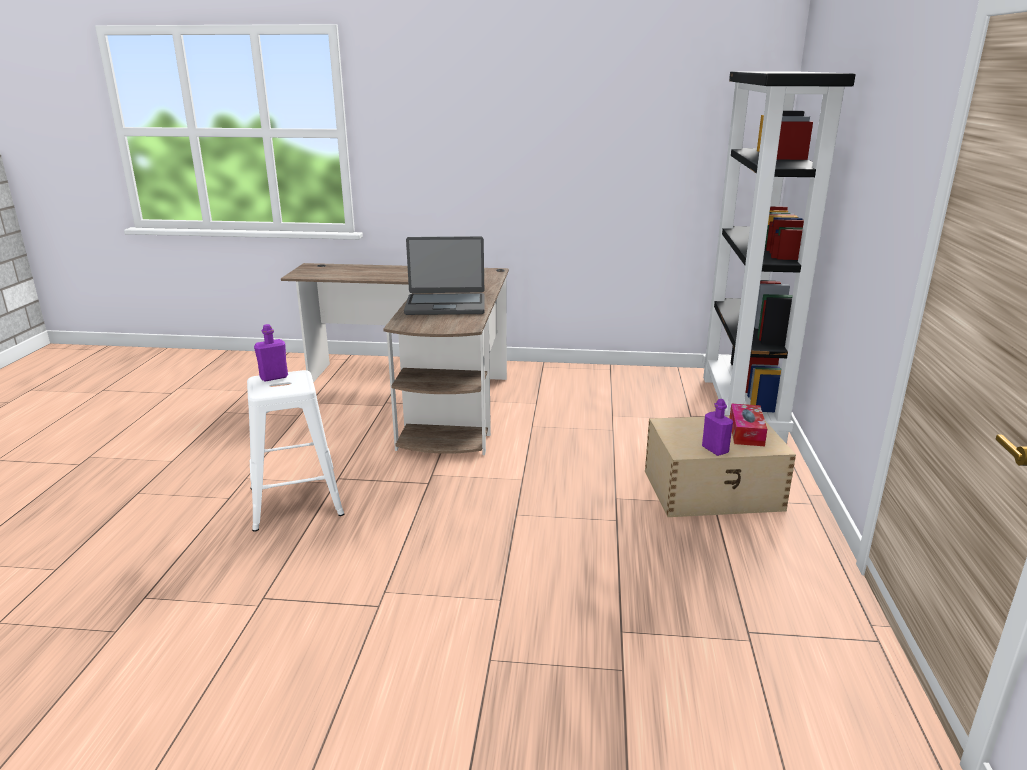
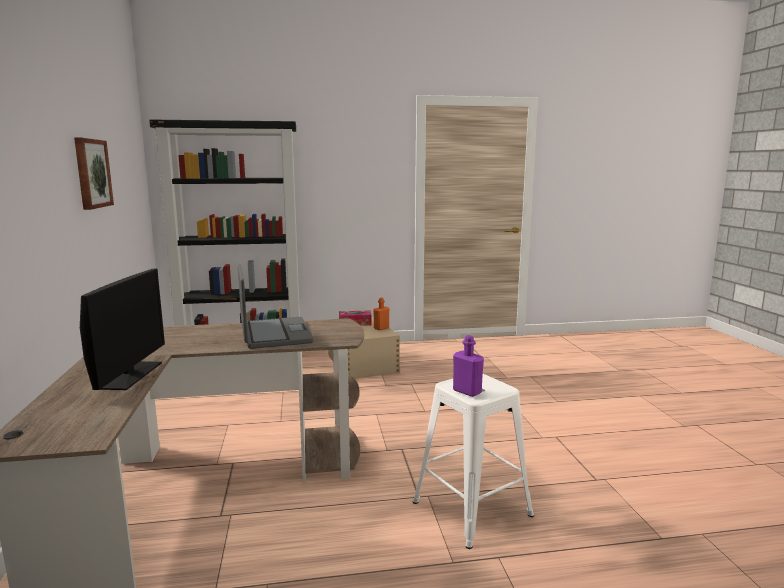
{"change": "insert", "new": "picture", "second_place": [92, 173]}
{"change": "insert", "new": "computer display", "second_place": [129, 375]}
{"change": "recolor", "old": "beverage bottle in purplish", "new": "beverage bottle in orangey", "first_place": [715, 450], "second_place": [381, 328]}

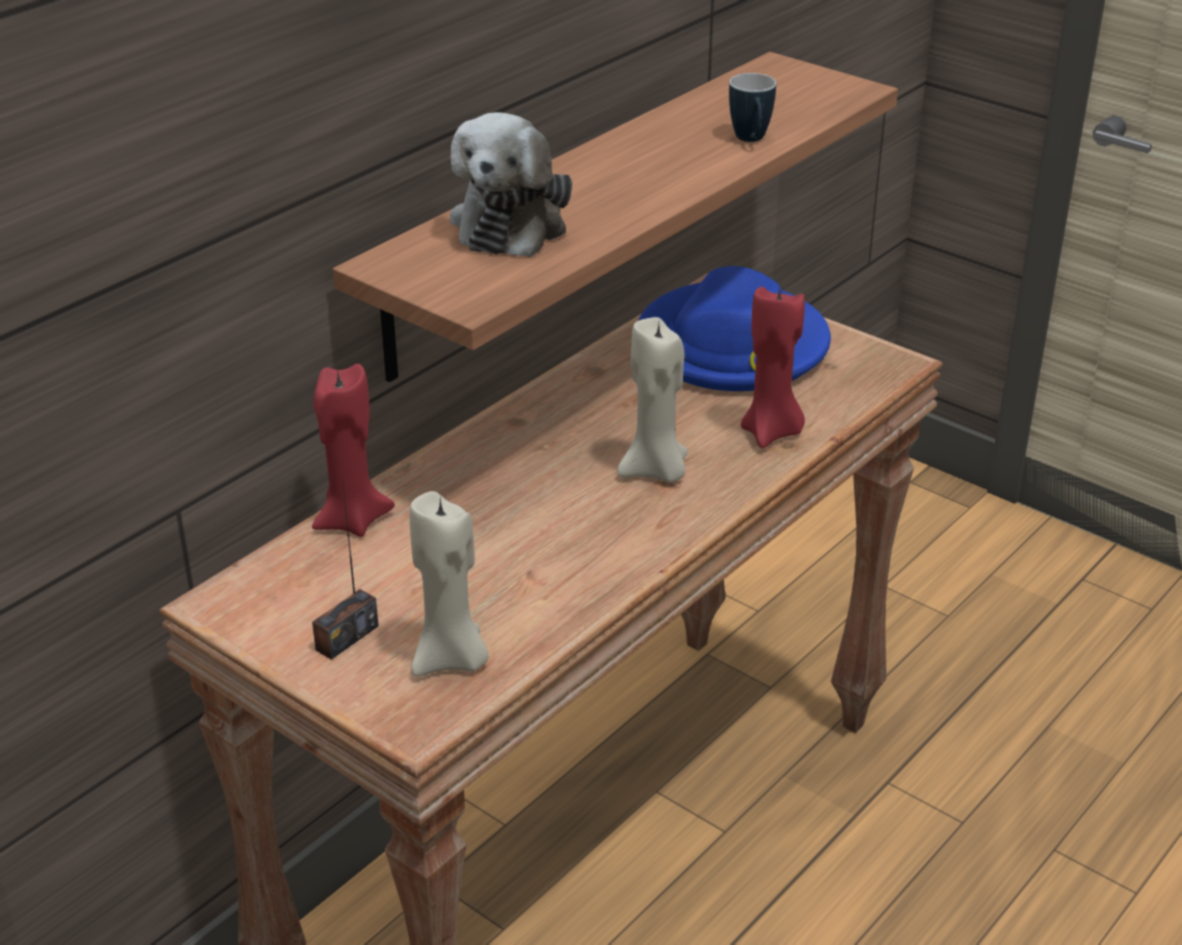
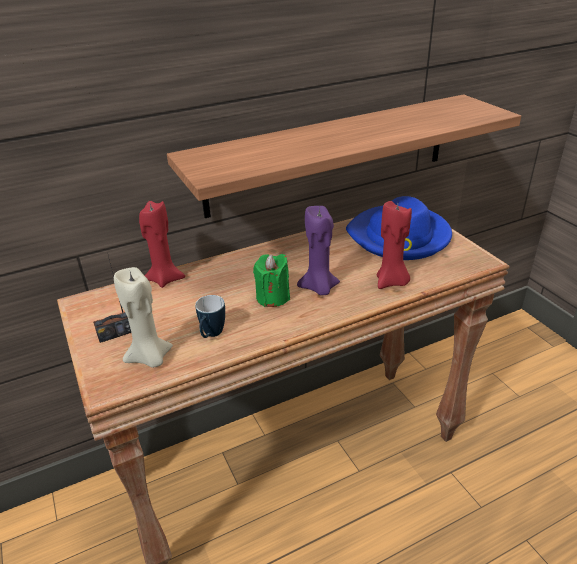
{"change": "move", "old": "mug", "first_place": [751, 141], "second_place": [211, 335]}
{"change": "insert", "new": "candle in green-coloured", "second_place": [273, 297]}
{"change": "recolor", "old": "candle in sand-coloured", "new": "candle in purplish", "first_place": [656, 471], "second_place": [319, 288]}
{"change": "delete", "old": "plush toy", "first_place": [512, 223]}

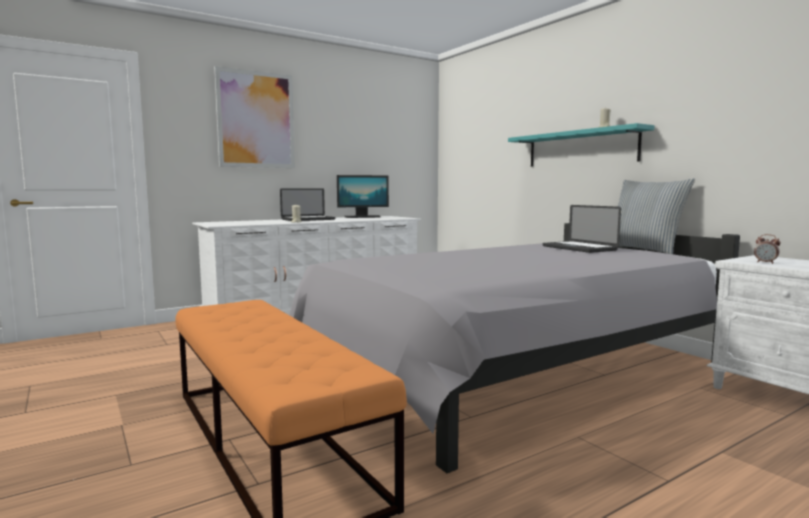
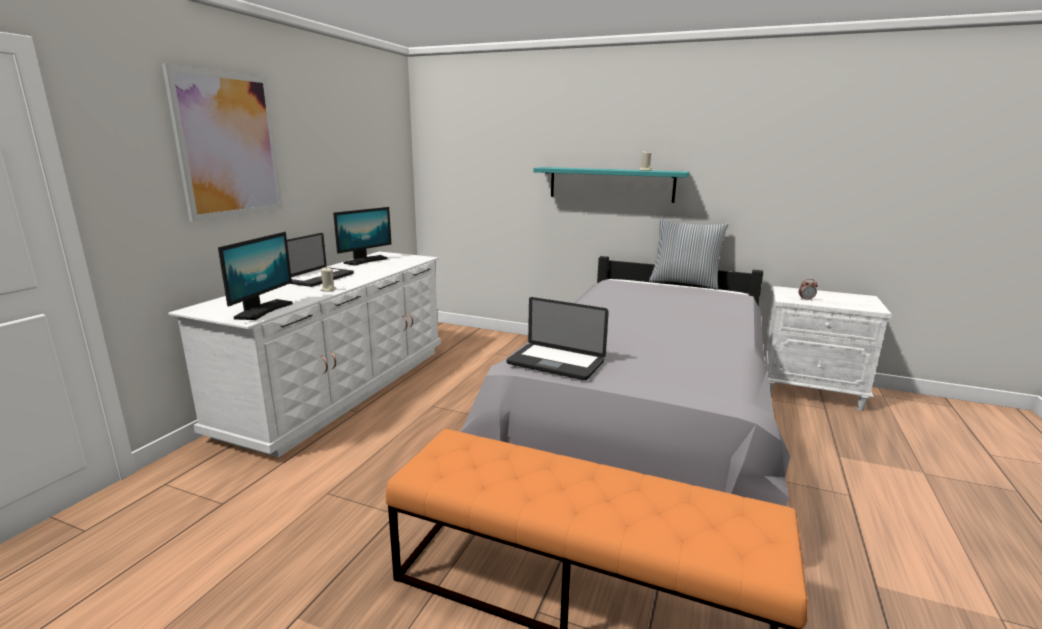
{"change": "insert", "new": "computer display", "second_place": [263, 310]}
{"change": "move", "old": "laptop", "first_place": [579, 248], "second_place": [555, 363]}

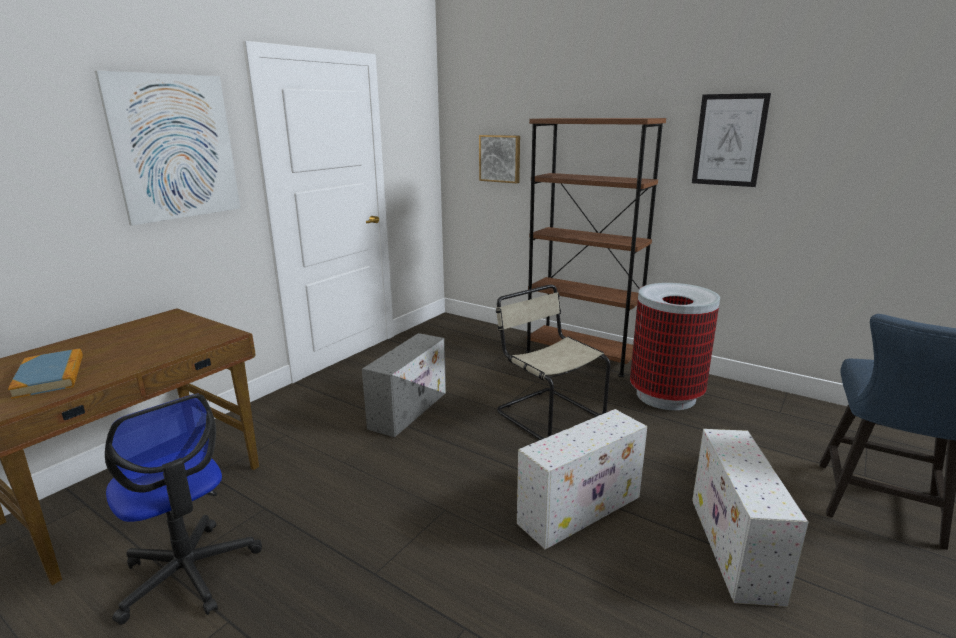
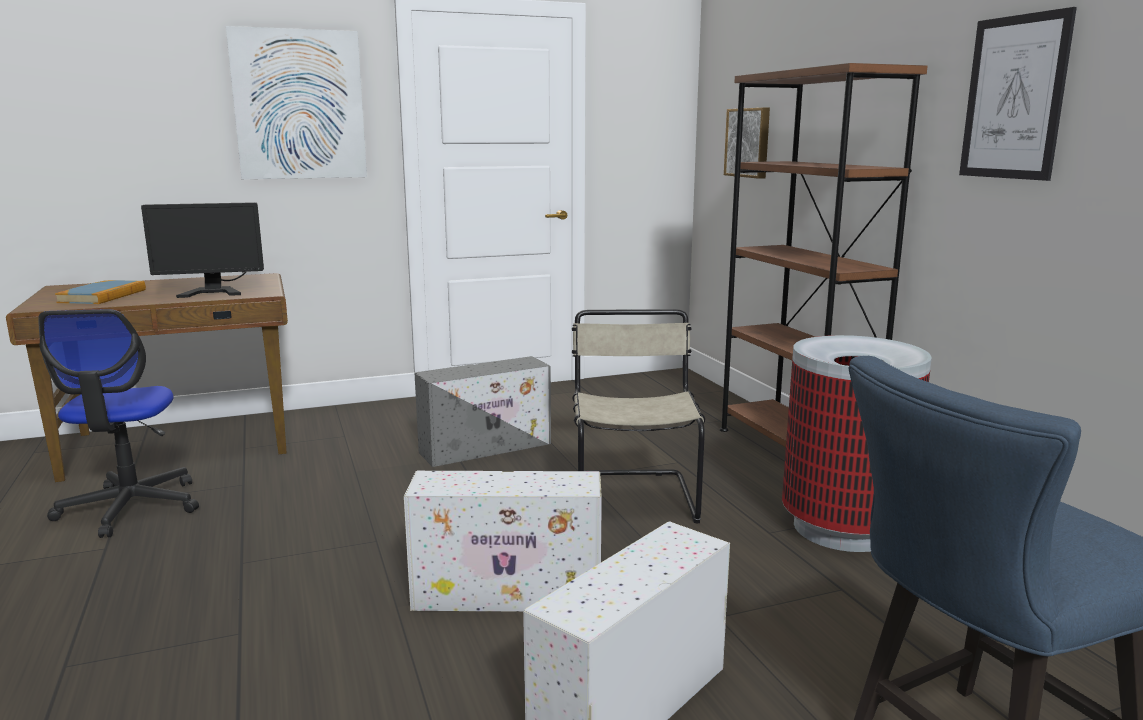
{"change": "insert", "new": "computer display", "second_place": [215, 290]}

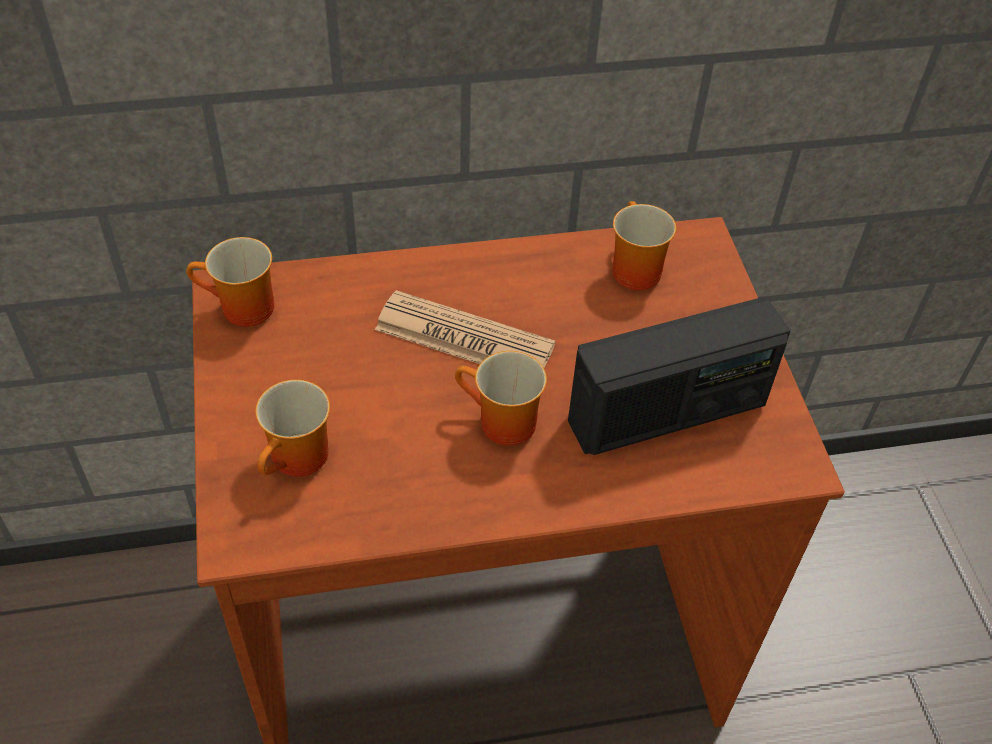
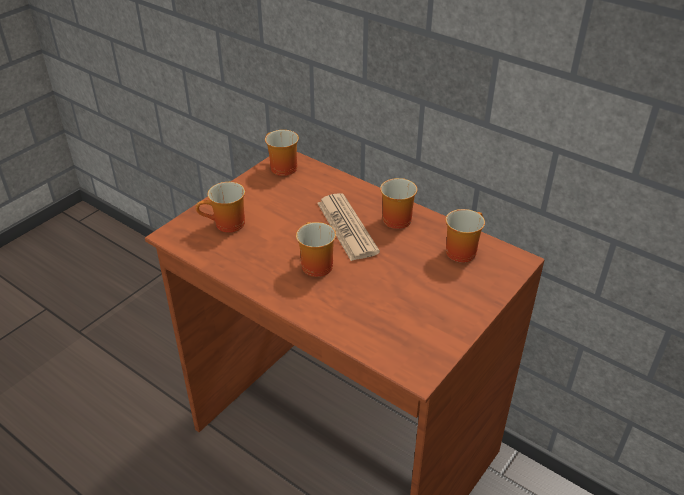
{"change": "insert", "new": "mug", "second_place": [395, 217]}
{"change": "delete", "old": "radio set", "first_place": [668, 412]}

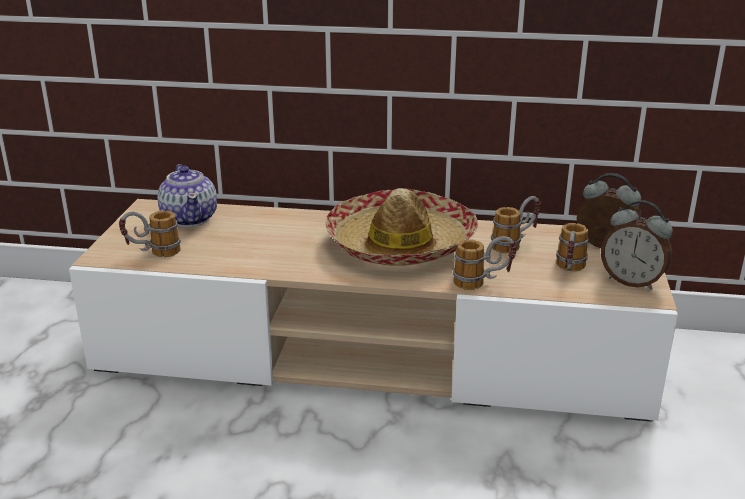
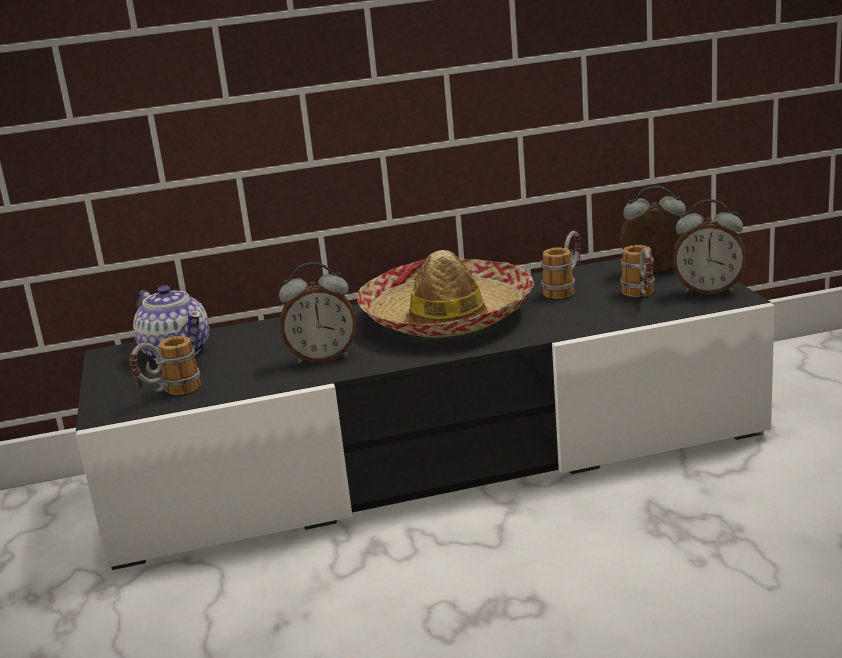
{"change": "recolor", "old": "media console in sand-coloured", "new": "media console in blackish", "first_place": [372, 352], "second_place": [433, 457]}
{"change": "insert", "new": "bedside clock", "second_place": [323, 357]}
{"change": "delete", "old": "mug", "first_place": [483, 283]}

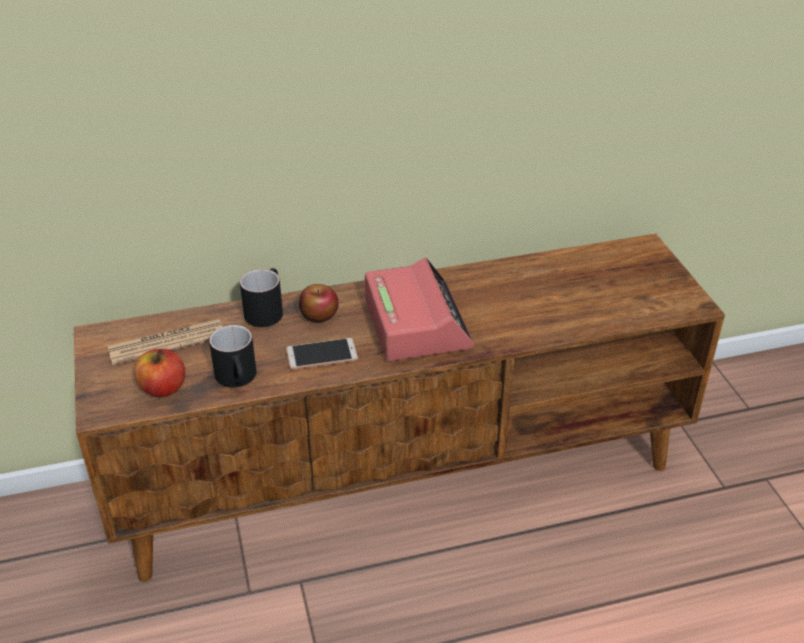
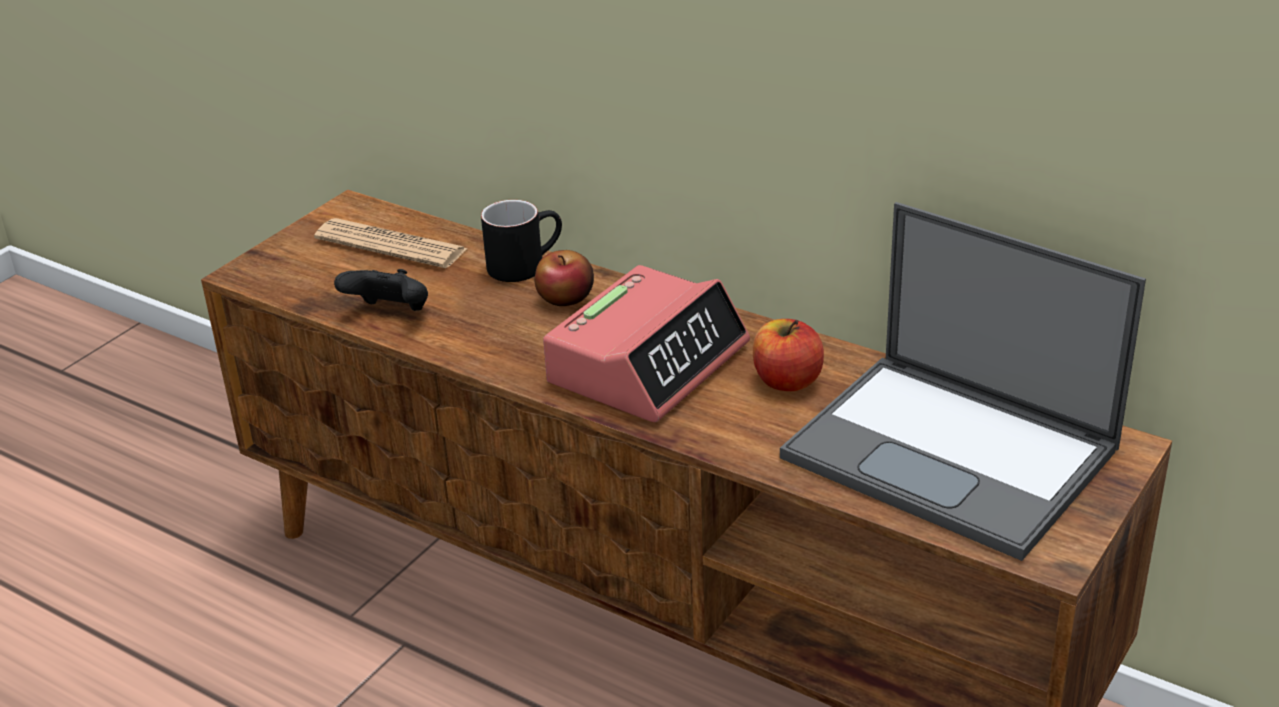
{"change": "replace", "old": "mug in blackish", "new": "joypad in blackish", "first_place": [239, 379], "second_place": [390, 313]}
{"change": "move", "old": "apple", "first_place": [163, 388], "second_place": [787, 381]}
{"change": "insert", "new": "laptop", "second_place": [954, 454]}
{"change": "delete", "old": "telephone", "first_place": [322, 355]}

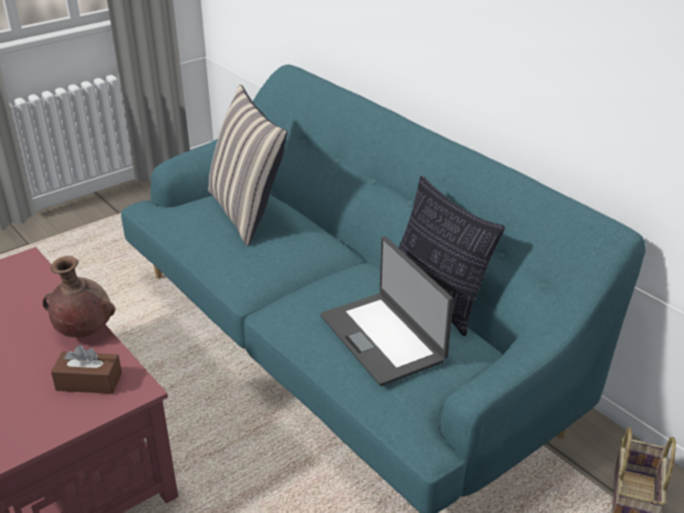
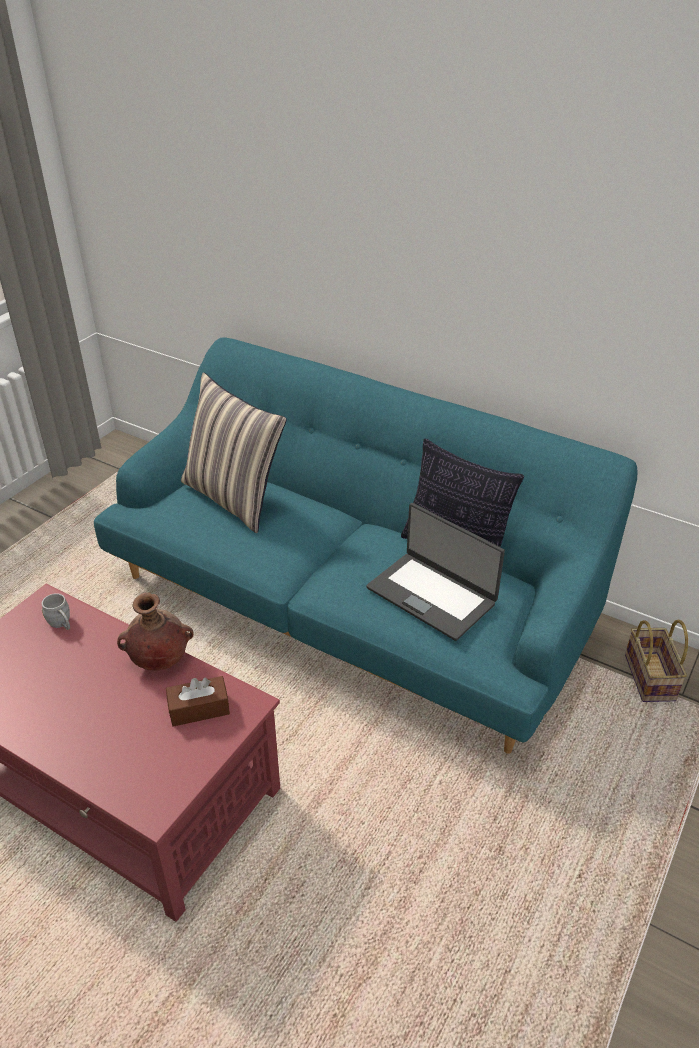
{"change": "insert", "new": "mug in gray", "second_place": [62, 624]}

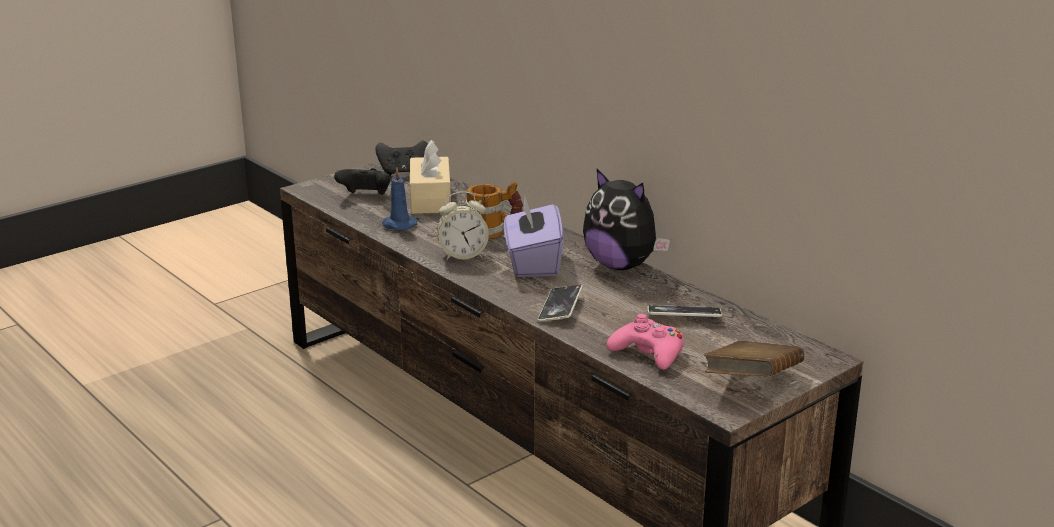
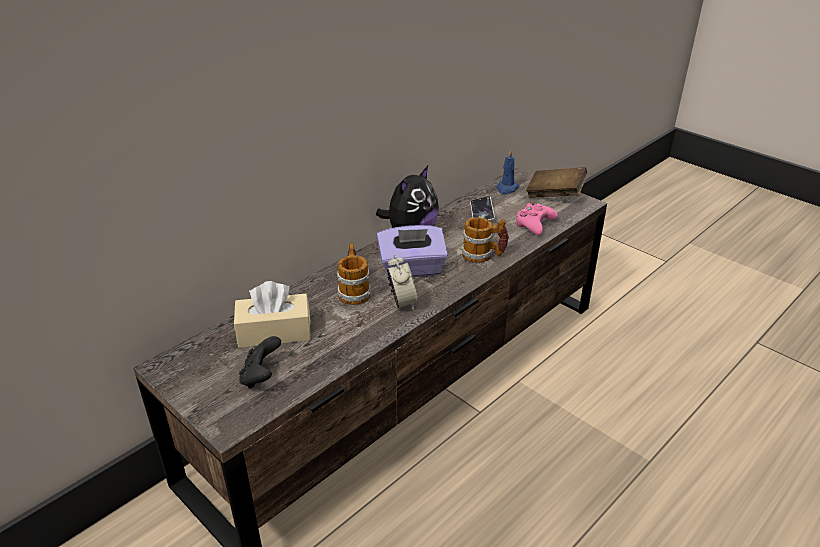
{"change": "replace", "old": "telephone", "new": "mug", "first_place": [560, 308], "second_place": [483, 255]}
{"change": "move", "old": "candle in blue", "first_place": [398, 225], "second_place": [507, 188]}
{"change": "delete", "old": "joypad in blackish", "first_place": [403, 173]}

